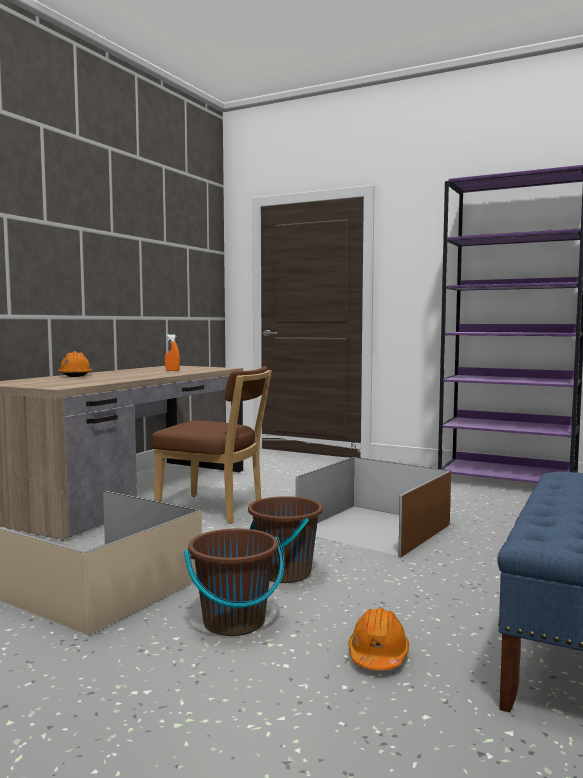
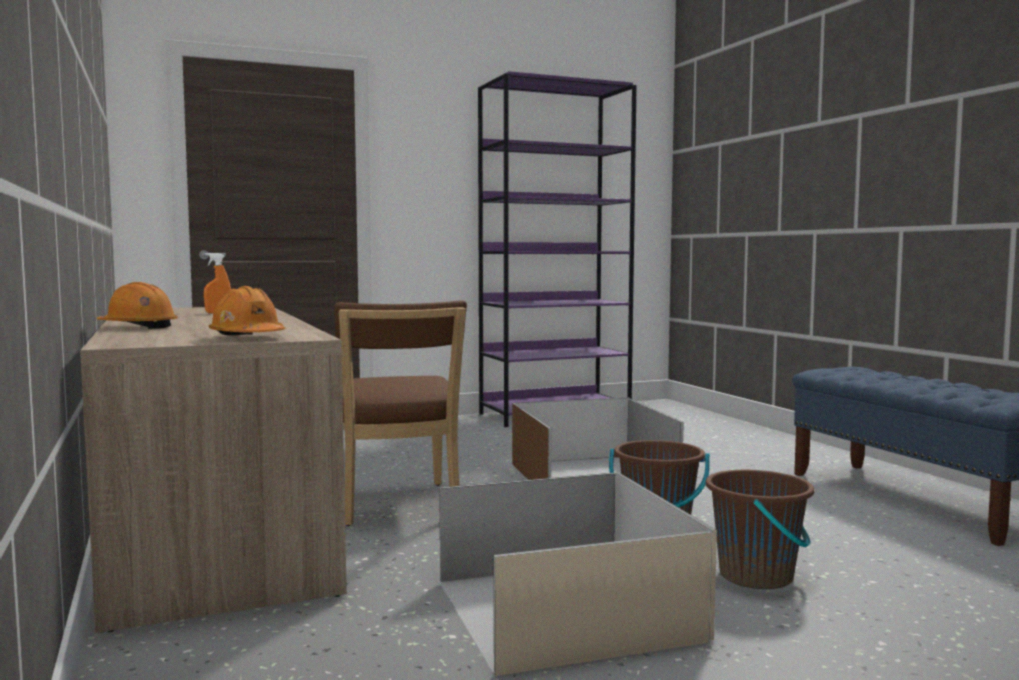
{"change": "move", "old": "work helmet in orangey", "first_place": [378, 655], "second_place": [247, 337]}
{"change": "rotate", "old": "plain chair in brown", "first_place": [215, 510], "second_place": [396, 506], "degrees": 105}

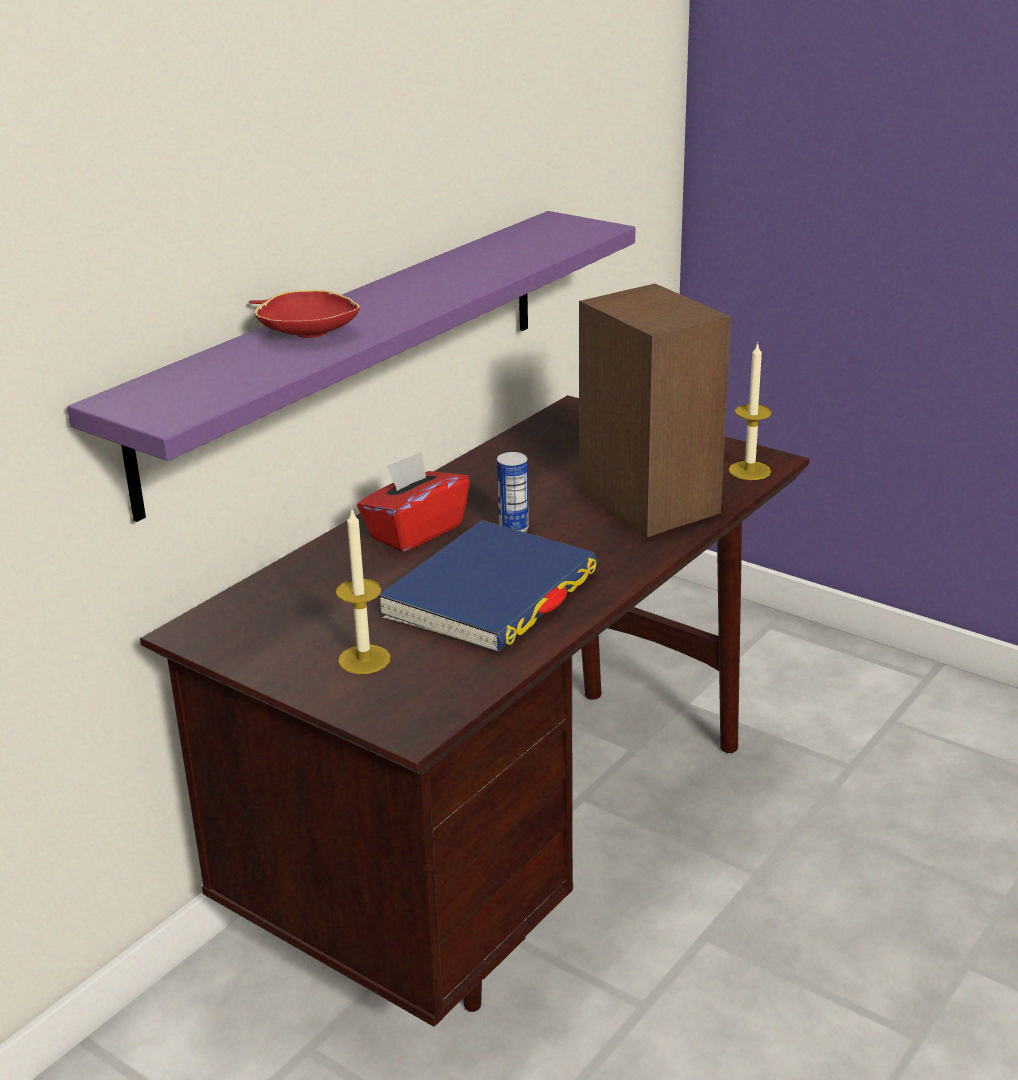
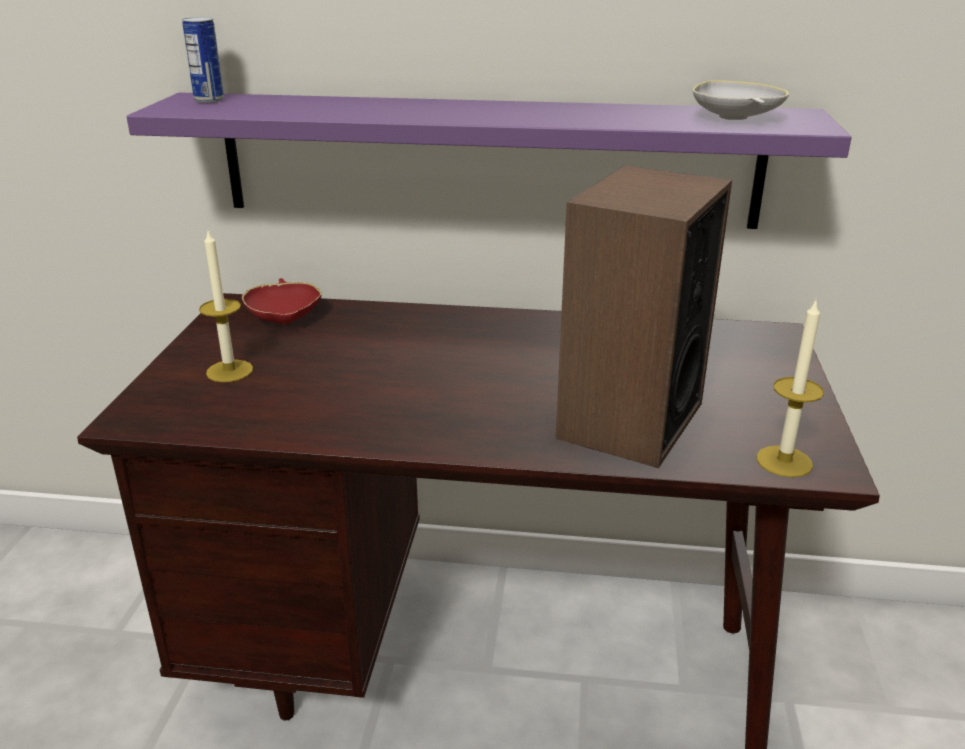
{"change": "move", "old": "metal can", "first_place": [513, 529], "second_place": [209, 100]}
{"change": "move", "old": "deep dish in red-coloured", "first_place": [306, 332], "second_place": [284, 317]}
{"change": "insert", "new": "deep dish in white-coloured", "second_place": [734, 118]}
{"change": "delete", "old": "tissue holder in red-coloured", "first_place": [415, 531]}
{"change": "delete", "old": "bound book in blue", "first_place": [491, 594]}

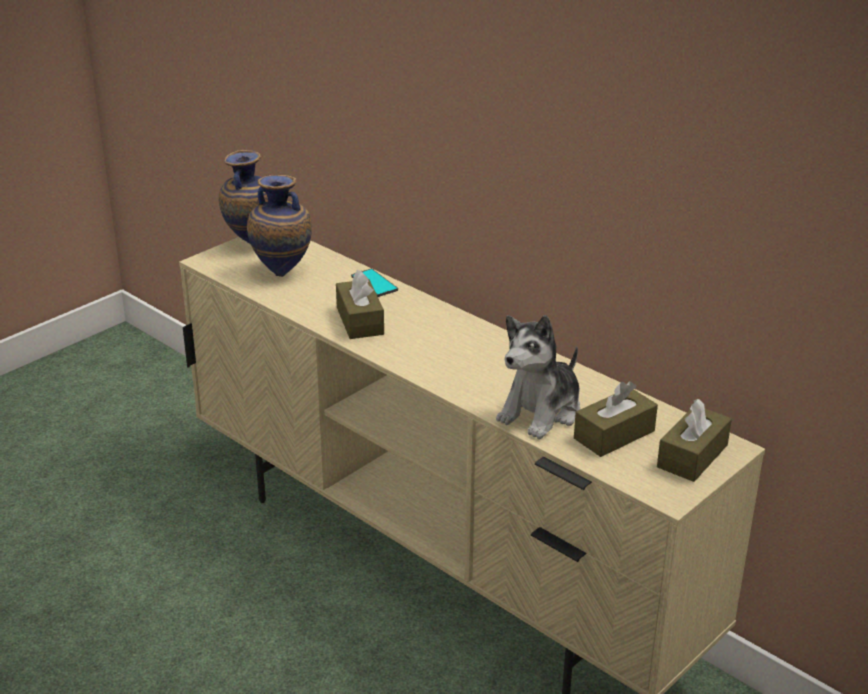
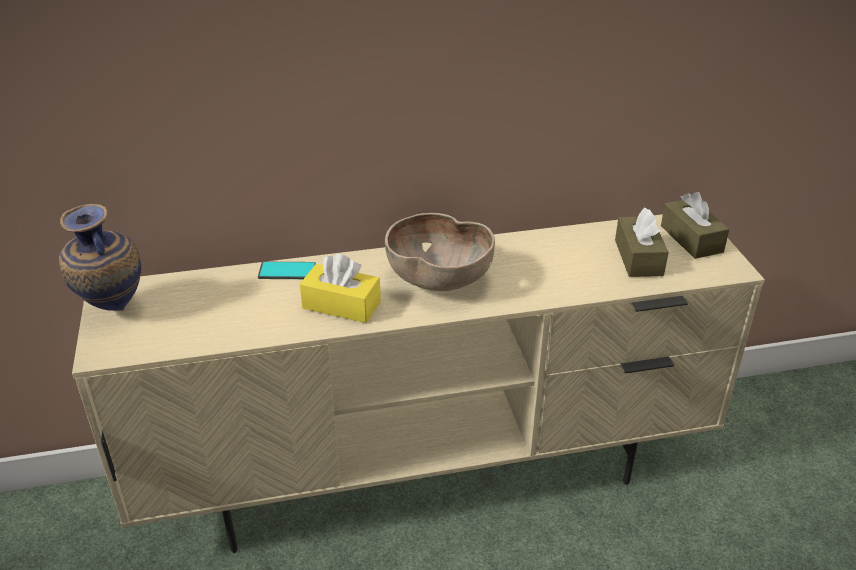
{"change": "recolor", "old": "tissue holder in brown", "new": "tissue holder in yellow", "first_place": [360, 321], "second_place": [341, 305]}
{"change": "insert", "new": "deep dish in brown", "second_place": [438, 279]}
{"change": "delete", "old": "flower vase", "first_place": [283, 272]}
{"change": "delete", "old": "plush toy", "first_place": [541, 412]}

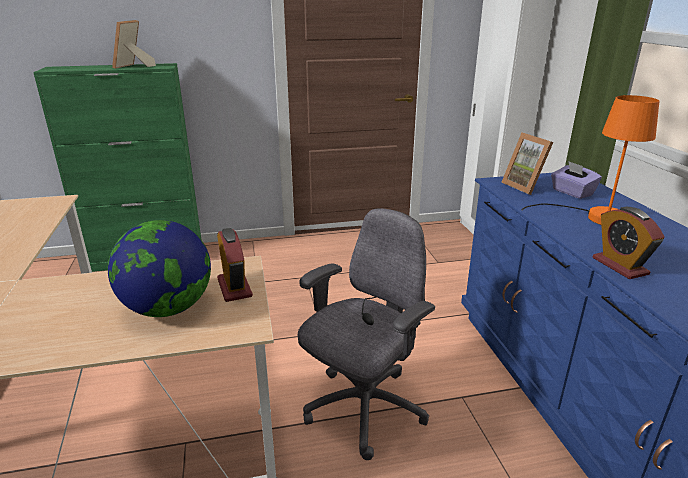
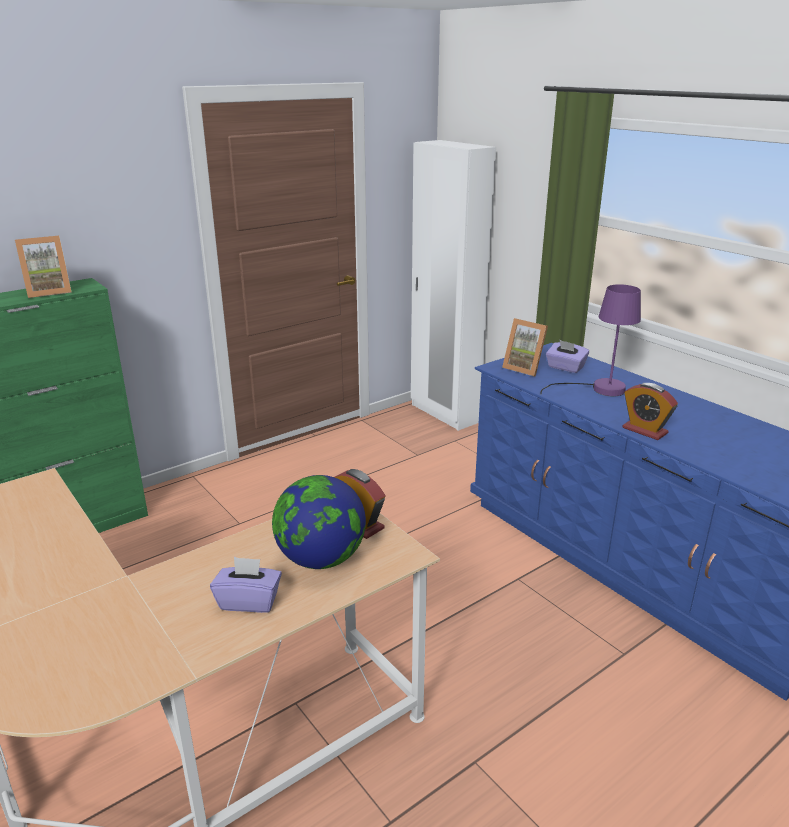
{"change": "rotate", "old": "standing frame", "first_place": [133, 66], "second_place": [48, 292], "degrees": -105}
{"change": "insert", "new": "tissue holder in purplish", "second_place": [249, 601]}
{"change": "recolor", "old": "tabletop lamp in orangey", "new": "tabletop lamp in purplish", "first_place": [594, 217], "second_place": [598, 389]}
{"change": "delete", "old": "office chair in gray", "first_place": [363, 409]}

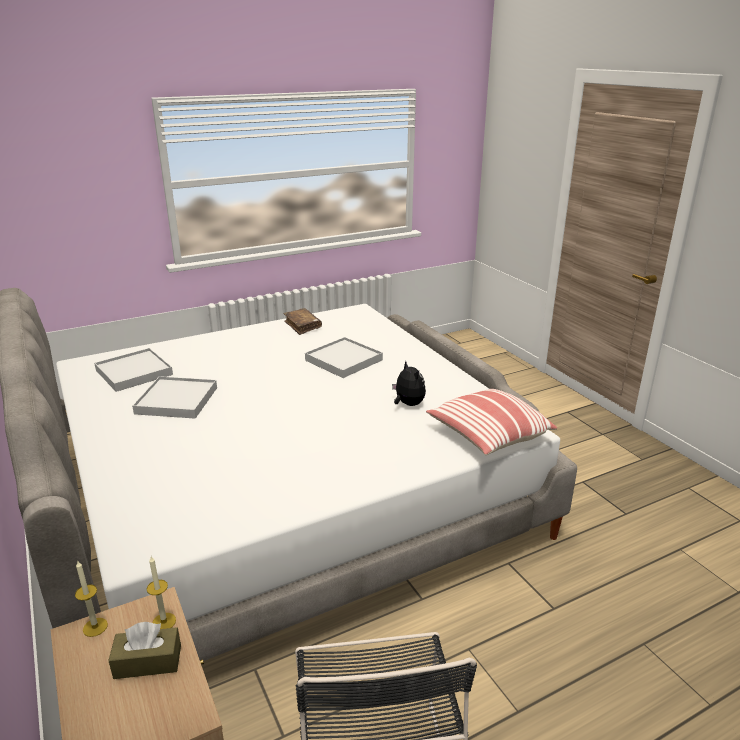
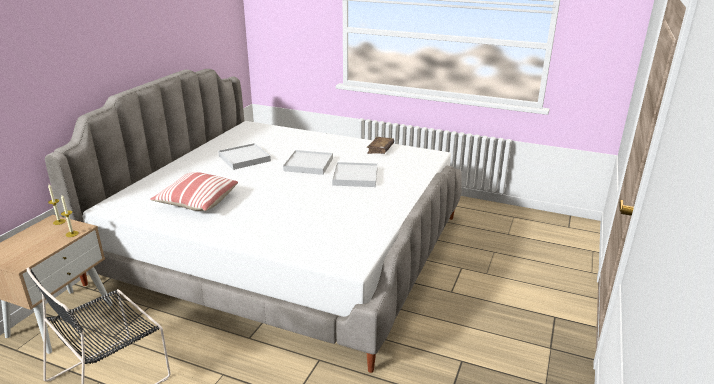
{"change": "move", "old": "throw pillow", "first_place": [488, 435], "second_place": [197, 202]}
{"change": "move", "old": "carrying tray in white-coloured", "first_place": [134, 372], "second_place": [309, 164]}
{"change": "delete", "old": "tissue holder in brown", "first_place": [148, 662]}
{"change": "delete", "old": "plush toy", "first_place": [408, 404]}

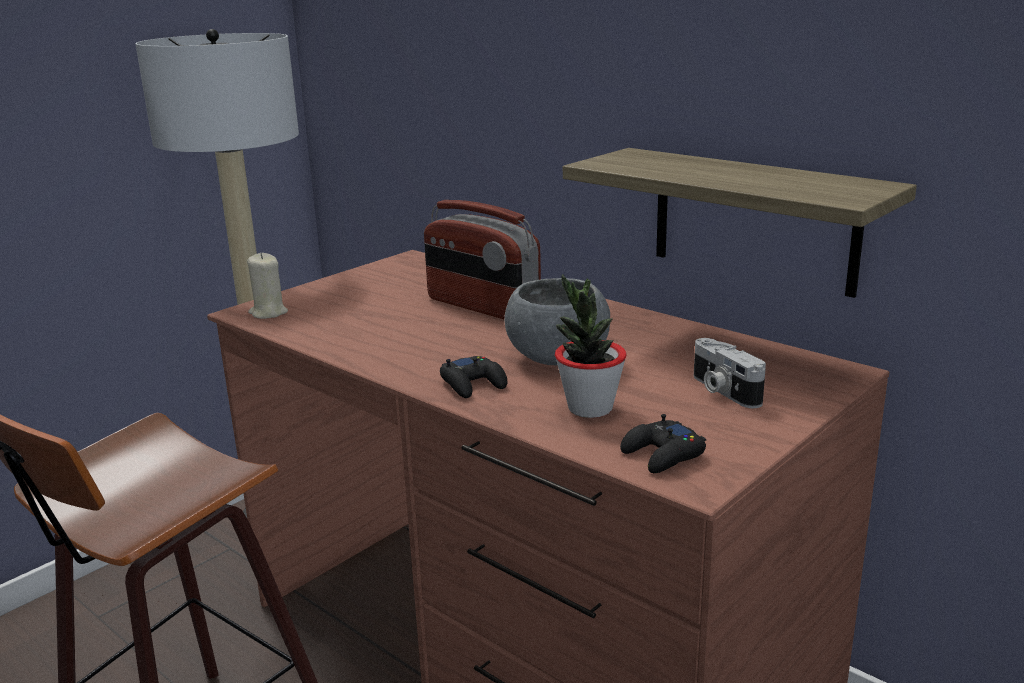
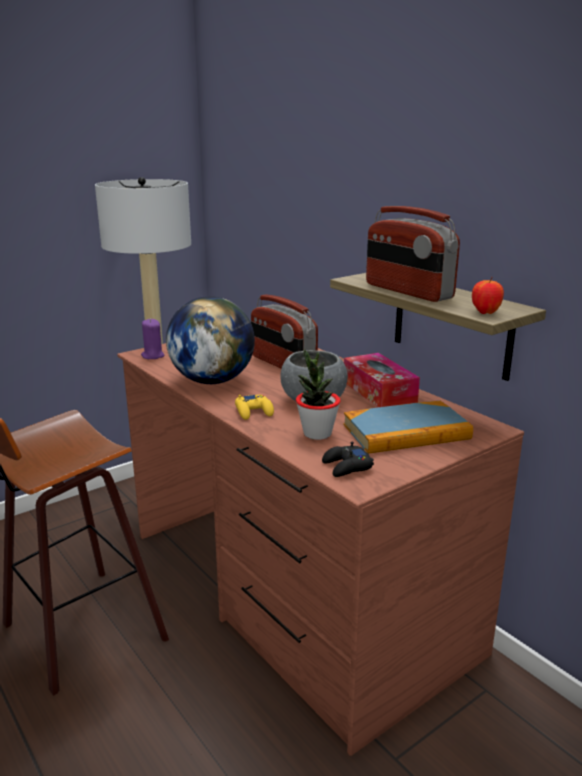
{"change": "recolor", "old": "candle in sand-coloured", "new": "candle in purplish", "first_place": [268, 313], "second_place": [152, 356]}
{"change": "insert", "new": "globe", "second_place": [212, 381]}
{"change": "recolor", "old": "joypad in blackish", "new": "joypad in yellow", "first_place": [473, 384], "second_place": [254, 411]}
{"change": "insert", "new": "tissue holder", "second_place": [379, 392]}
{"change": "replace", "old": "still camera", "new": "bound book", "first_place": [722, 390], "second_place": [406, 432]}
{"change": "insert", "new": "radio set", "second_place": [407, 291]}
{"change": "insert", "new": "apple", "second_place": [485, 312]}

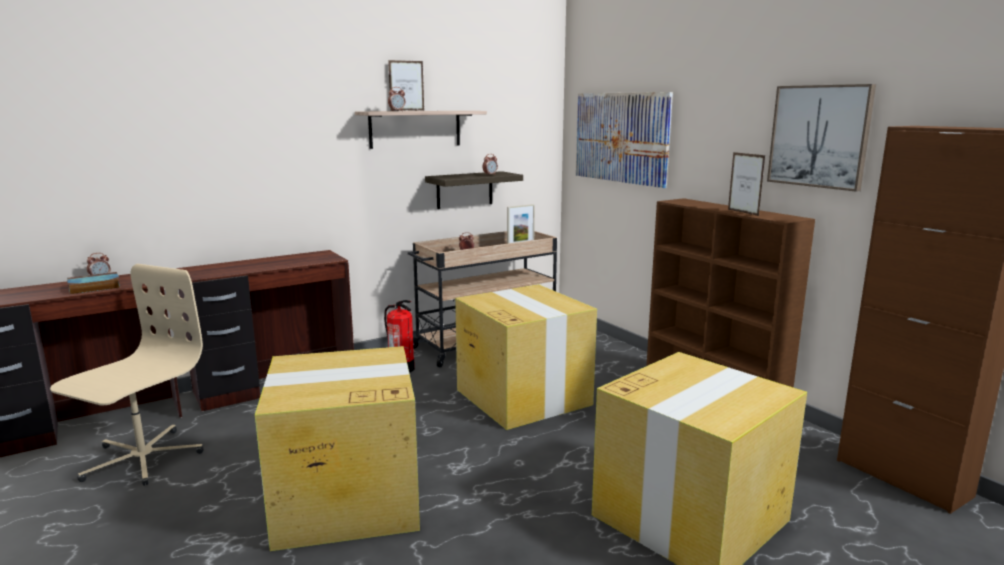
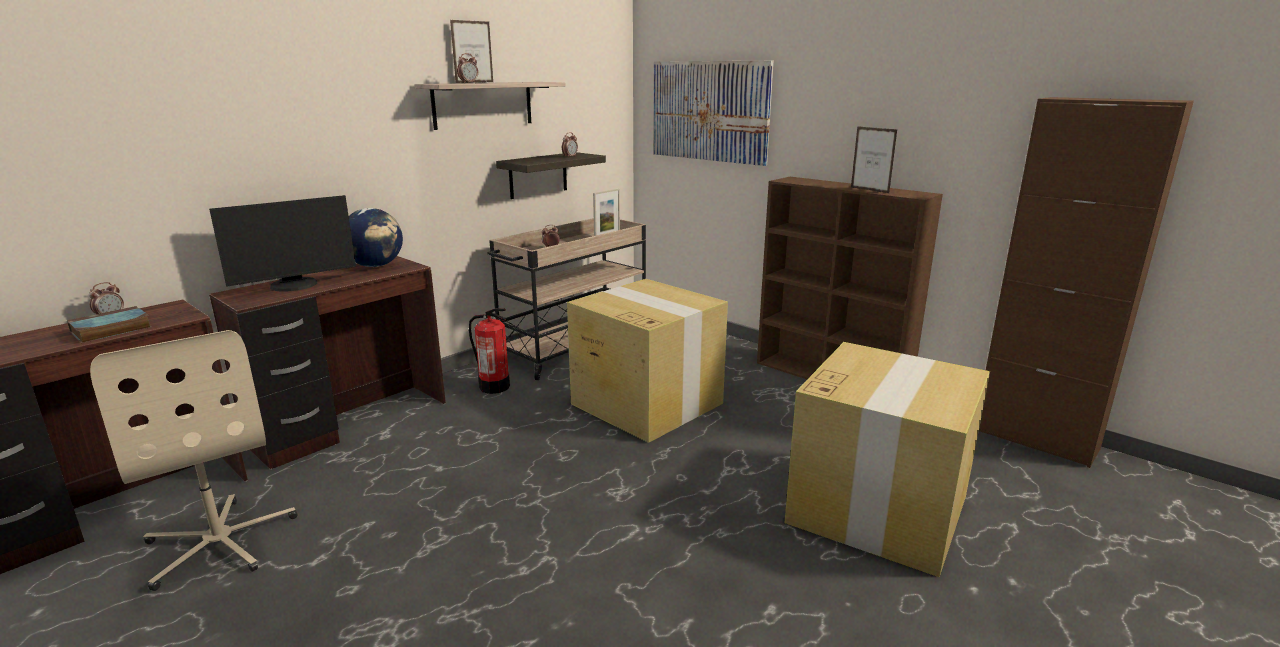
{"change": "rotate", "old": "office chair in sand-coloured", "first_place": [141, 458], "second_place": [220, 542], "degrees": 135}
{"change": "insert", "new": "computer display", "second_place": [294, 285]}
{"change": "insert", "new": "globe", "second_place": [376, 266]}
{"change": "delete", "old": "carton", "first_place": [344, 499]}
{"change": "delete", "old": "picture", "first_place": [819, 136]}

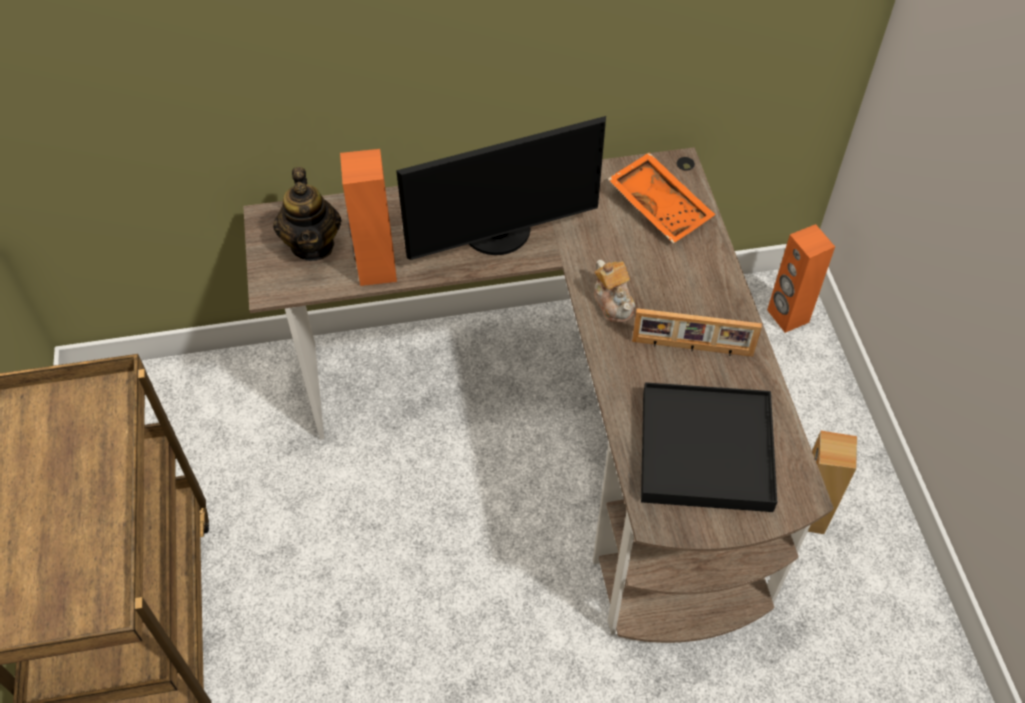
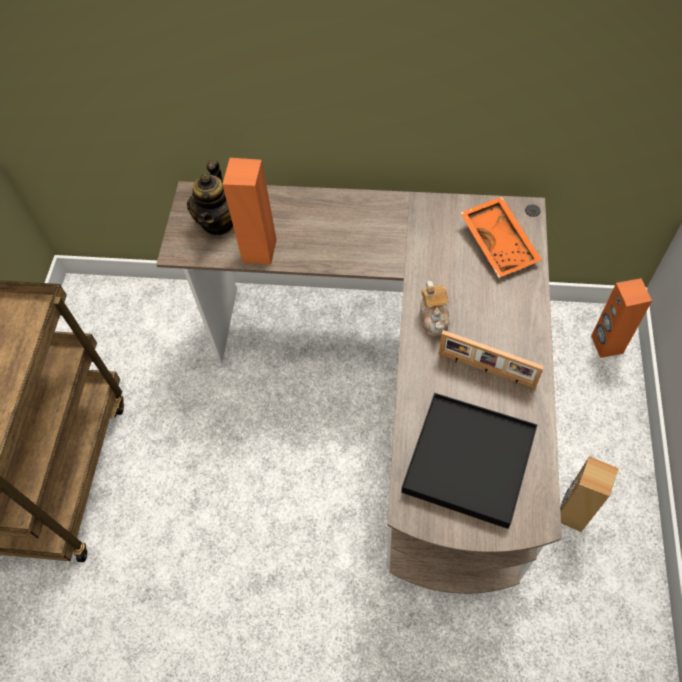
{"change": "delete", "old": "computer display", "first_place": [499, 235]}

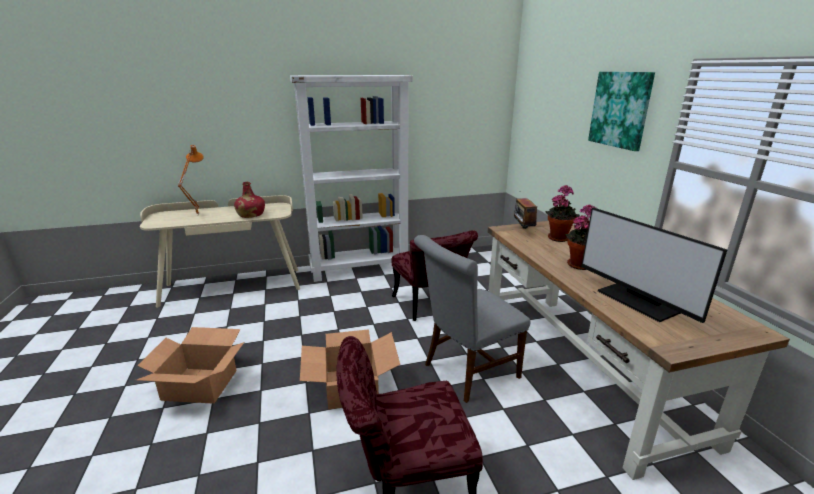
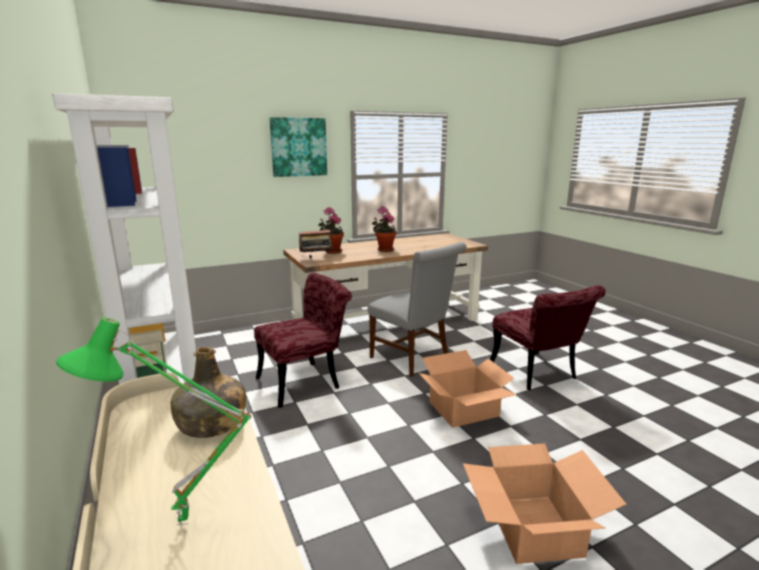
{"change": "recolor", "old": "tabletop lamp in orangey", "new": "tabletop lamp in green-coloured", "first_place": [197, 215], "second_place": [181, 528]}
{"change": "recolor", "old": "beverage bottle in red-coloured", "new": "beverage bottle in green-coloured", "first_place": [250, 215], "second_place": [211, 424]}
{"change": "delete", "old": "computer display", "first_place": [638, 301]}

